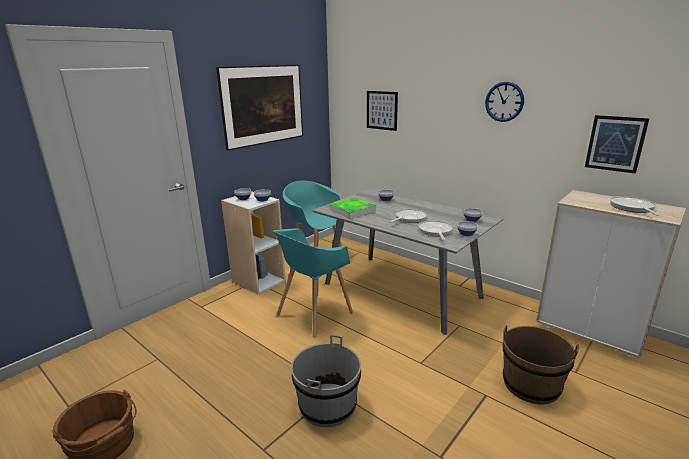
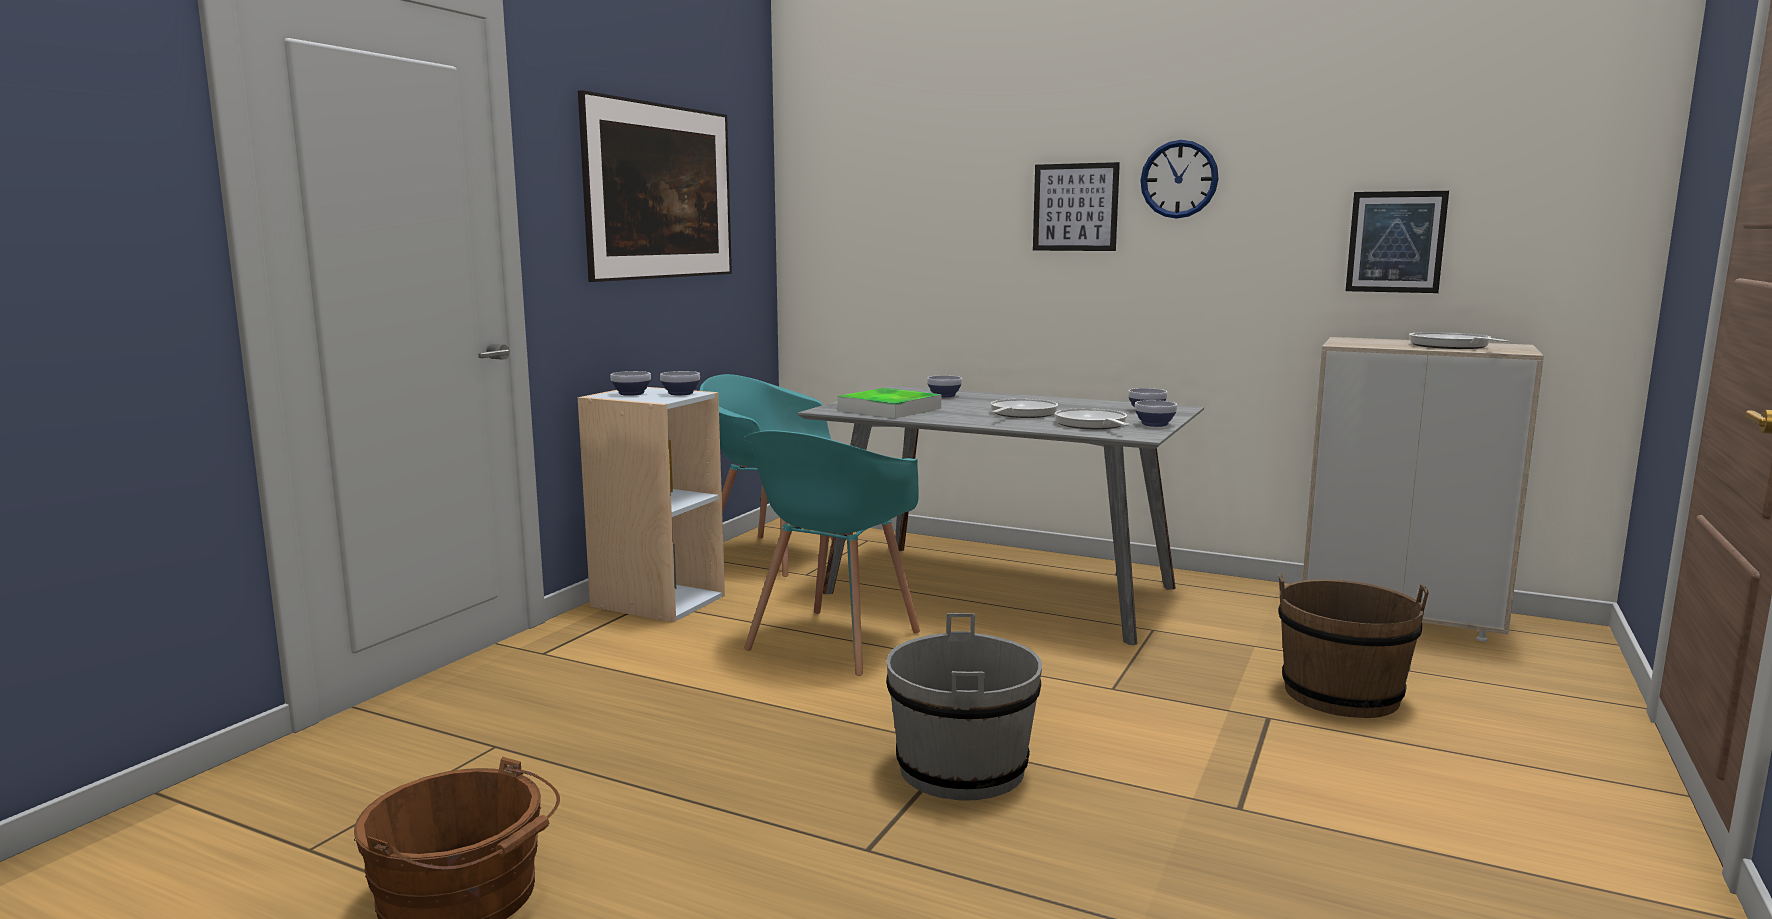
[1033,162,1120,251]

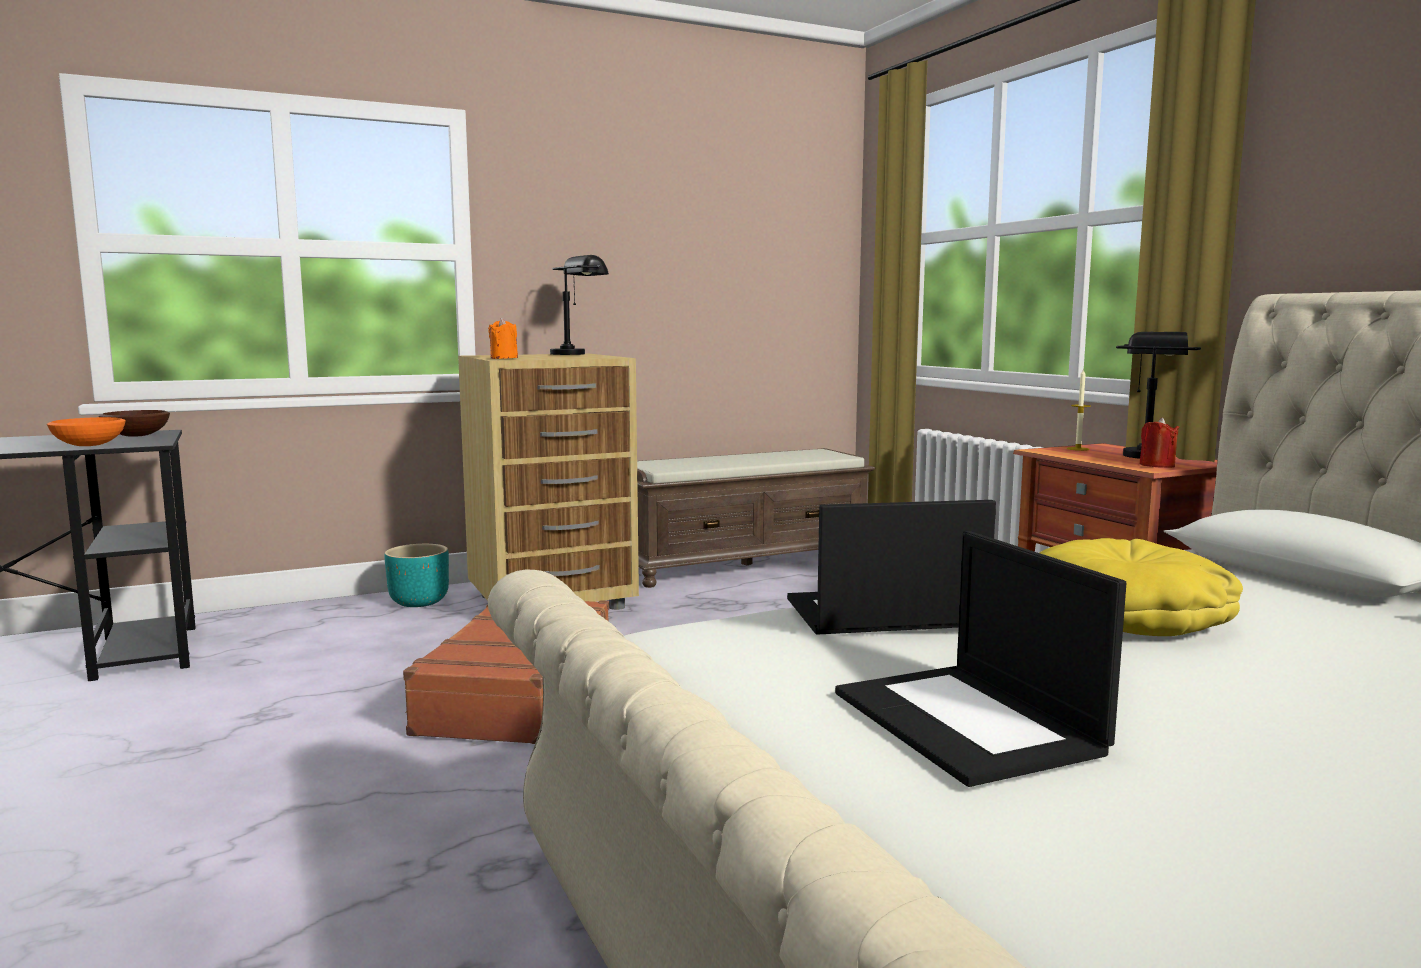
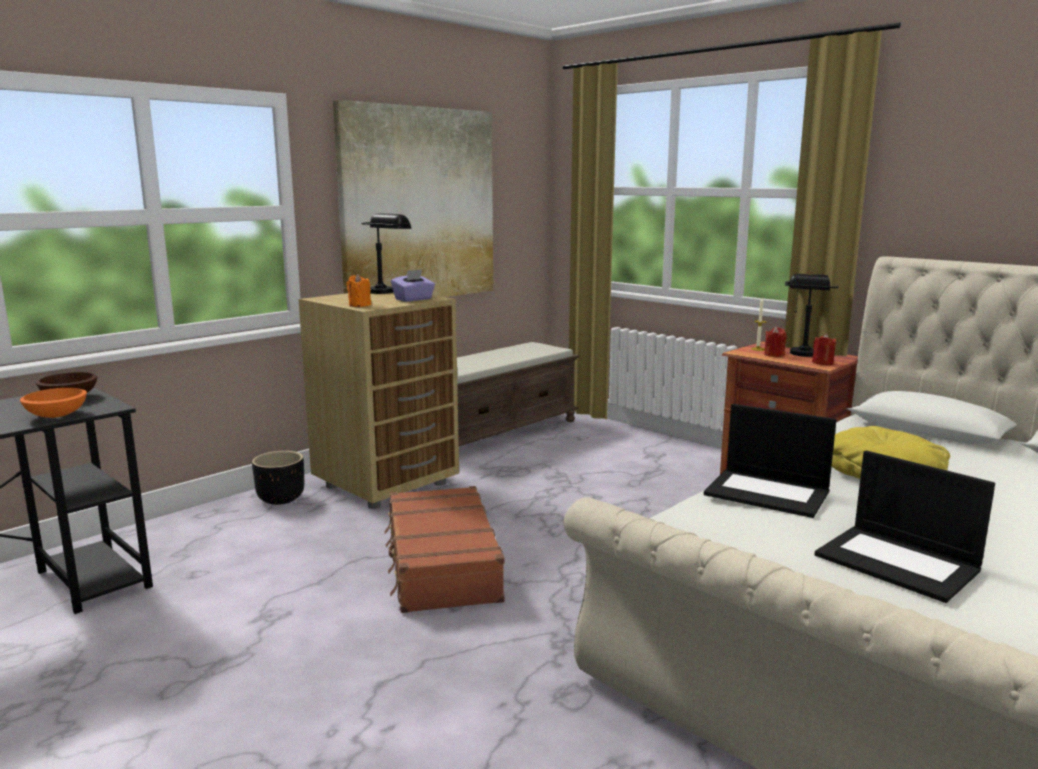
[704,404,836,518]
[252,451,304,505]
[333,100,493,297]
[391,270,435,302]
[764,326,787,357]

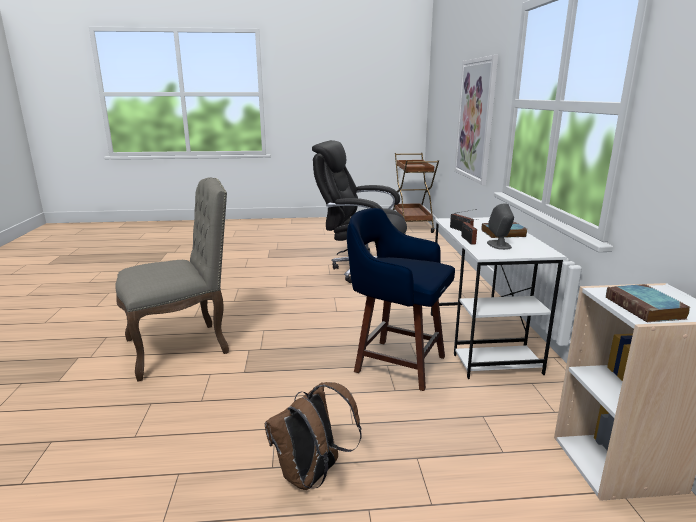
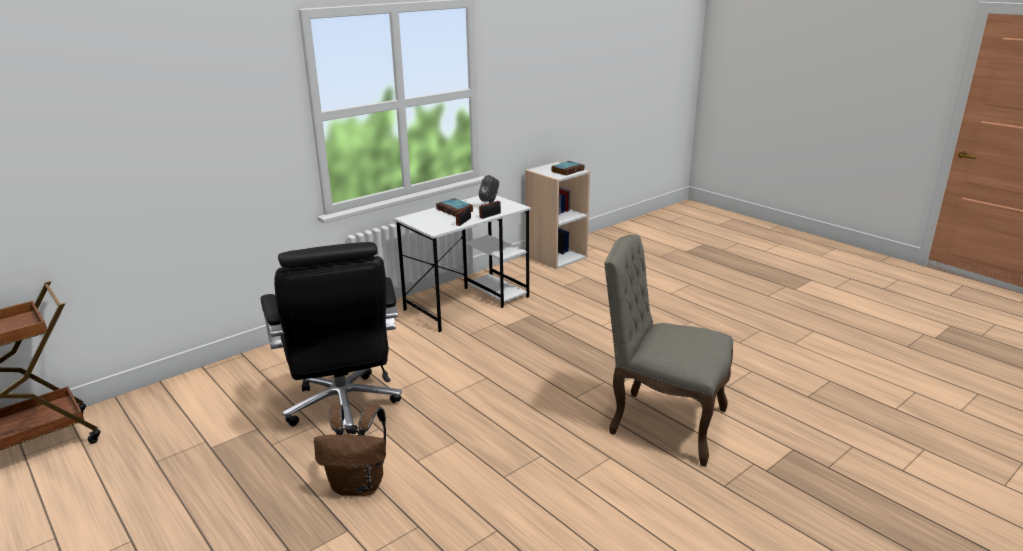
[455,55,498,185] (first image)
[347,208,455,391] (first image)
[314,405,386,496]

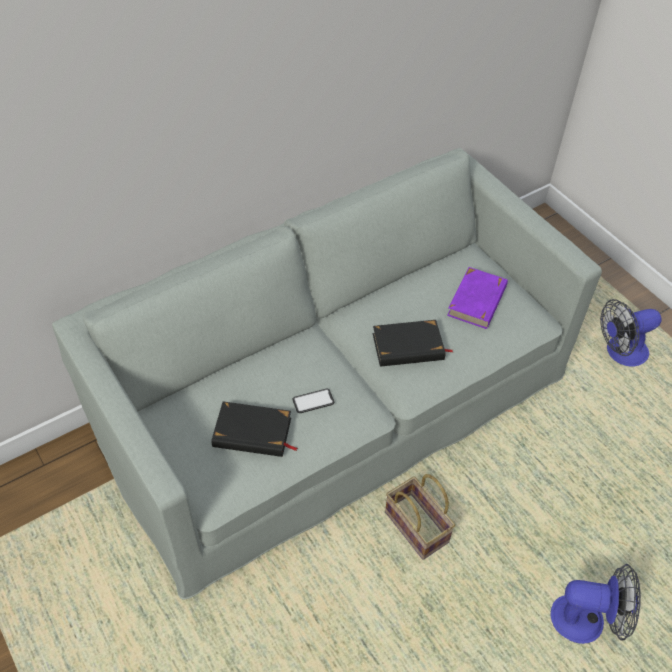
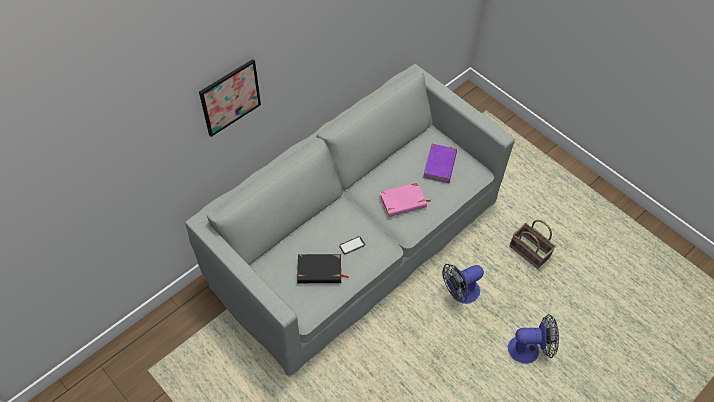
[442,264,484,304]
[379,182,431,217]
[509,220,556,269]
[199,59,261,137]

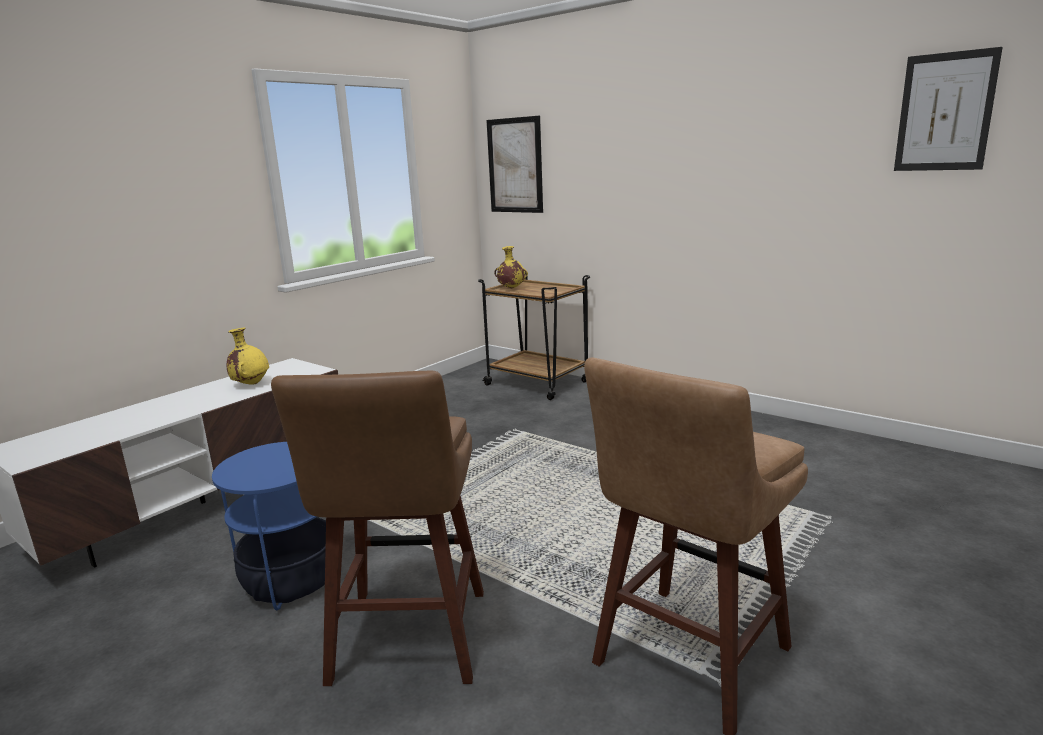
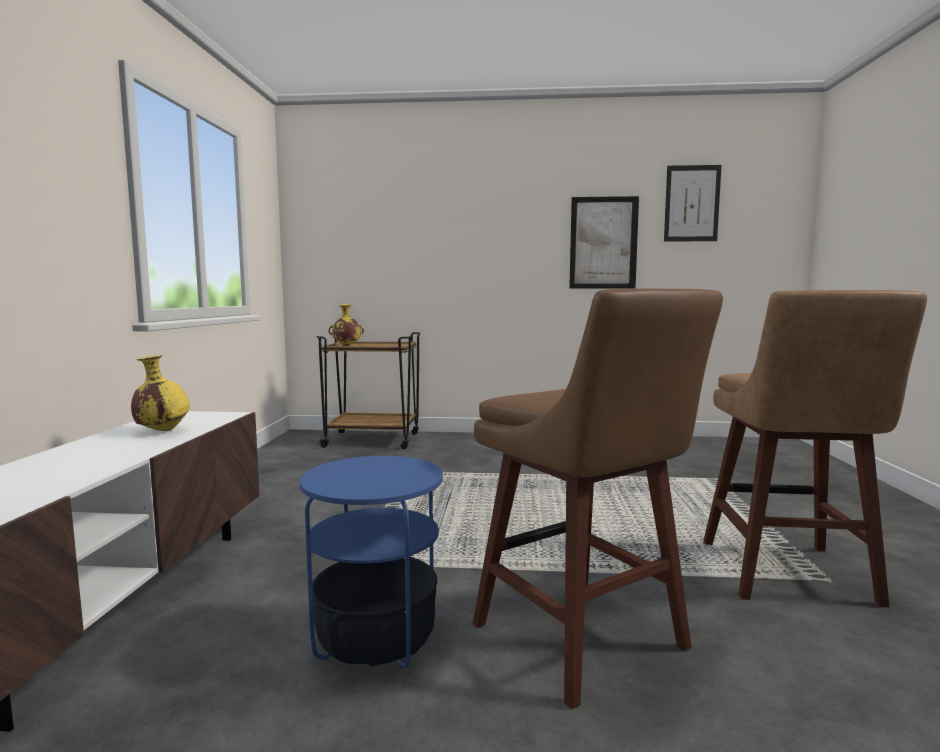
[569,196,639,289]

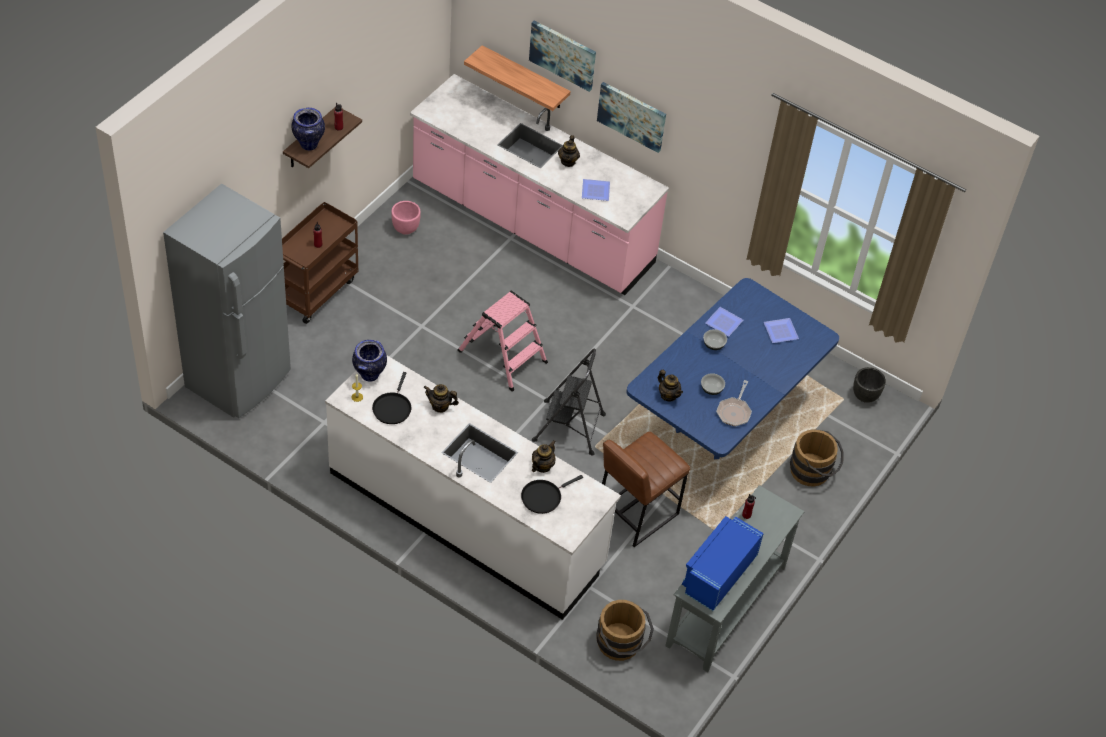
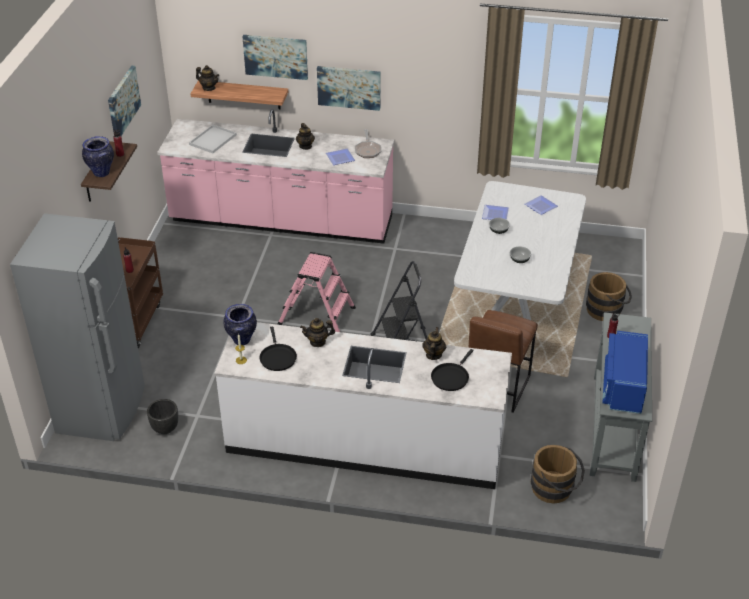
[391,201,421,235] (first image)
[454,181,586,320]
[147,399,178,434]
[196,65,219,91]
[355,130,381,158]
[108,66,141,136]
[189,125,237,153]

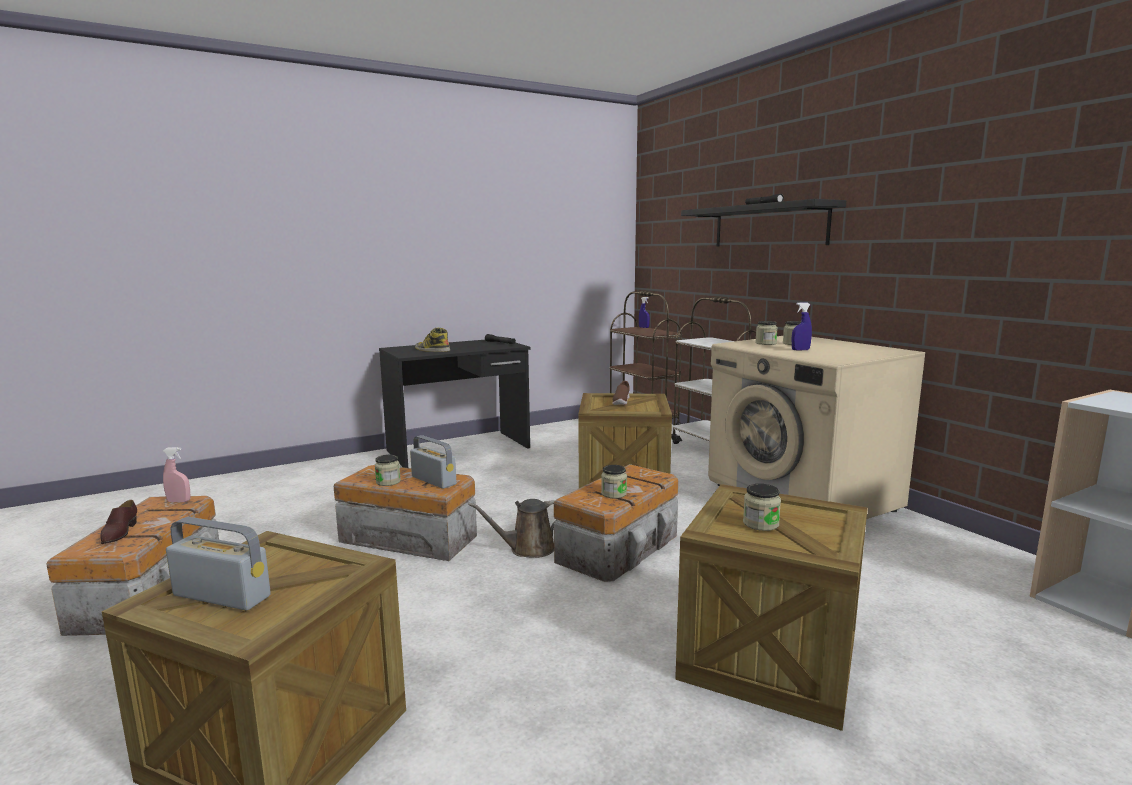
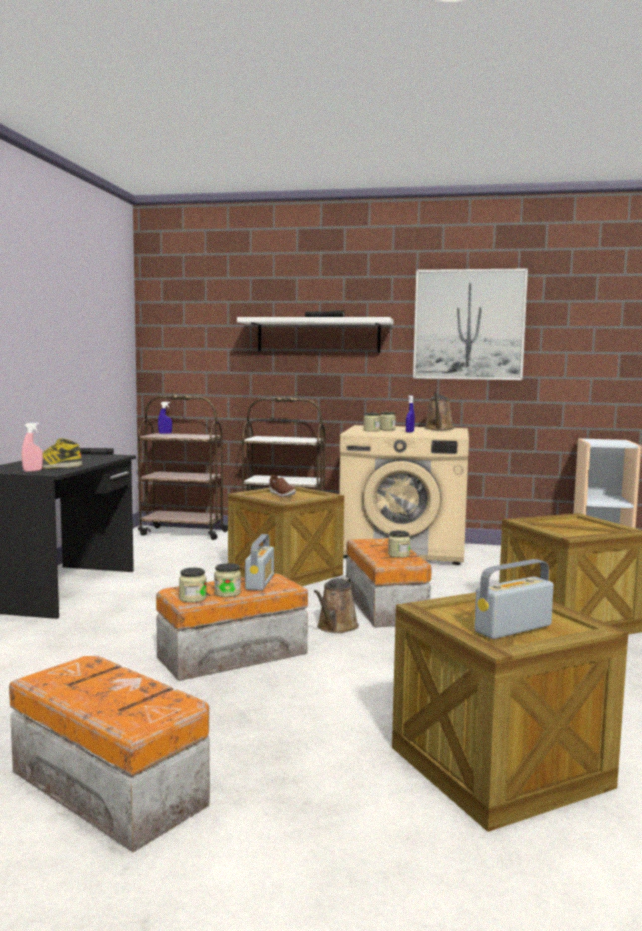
[237,317,393,353]
[245,534,274,591]
[22,423,43,472]
[179,568,207,603]
[100,500,137,544] (first image)
[413,269,528,380]
[424,392,454,430]

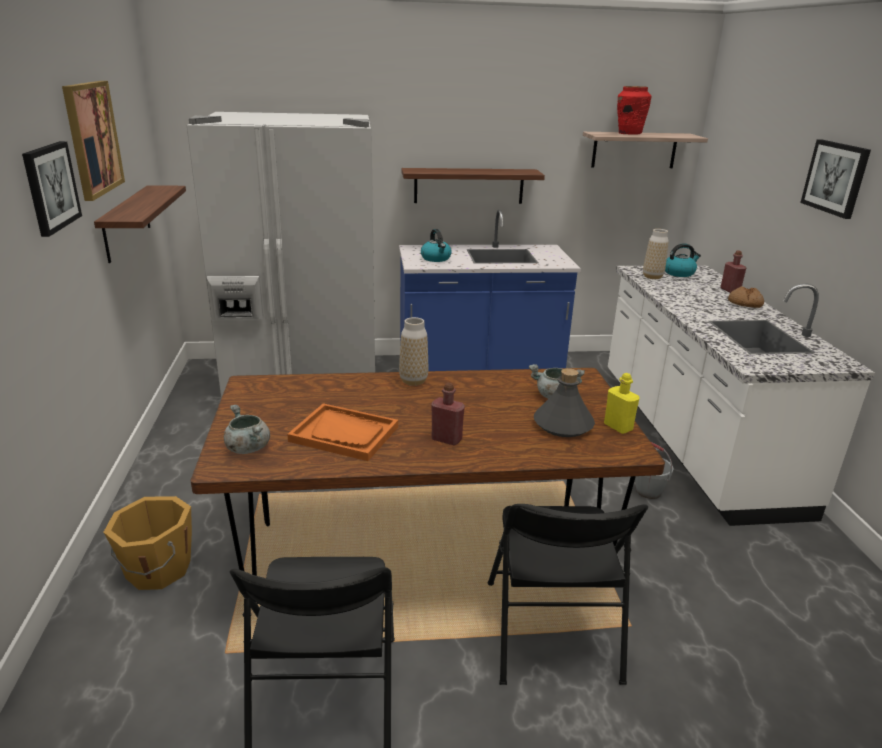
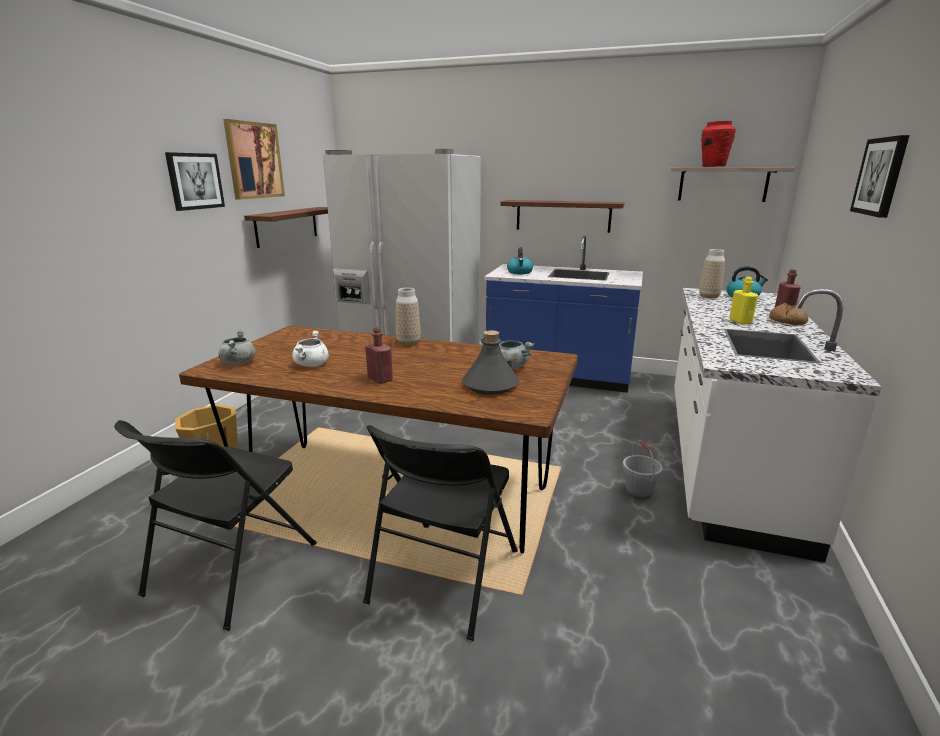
[729,277,758,324]
[292,331,329,367]

